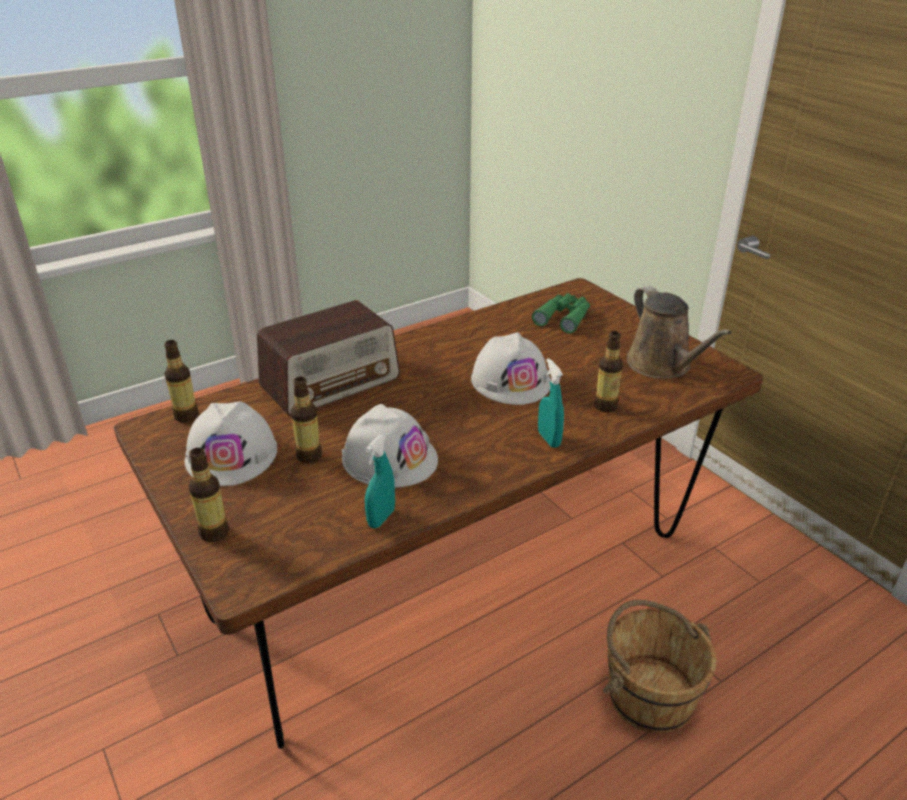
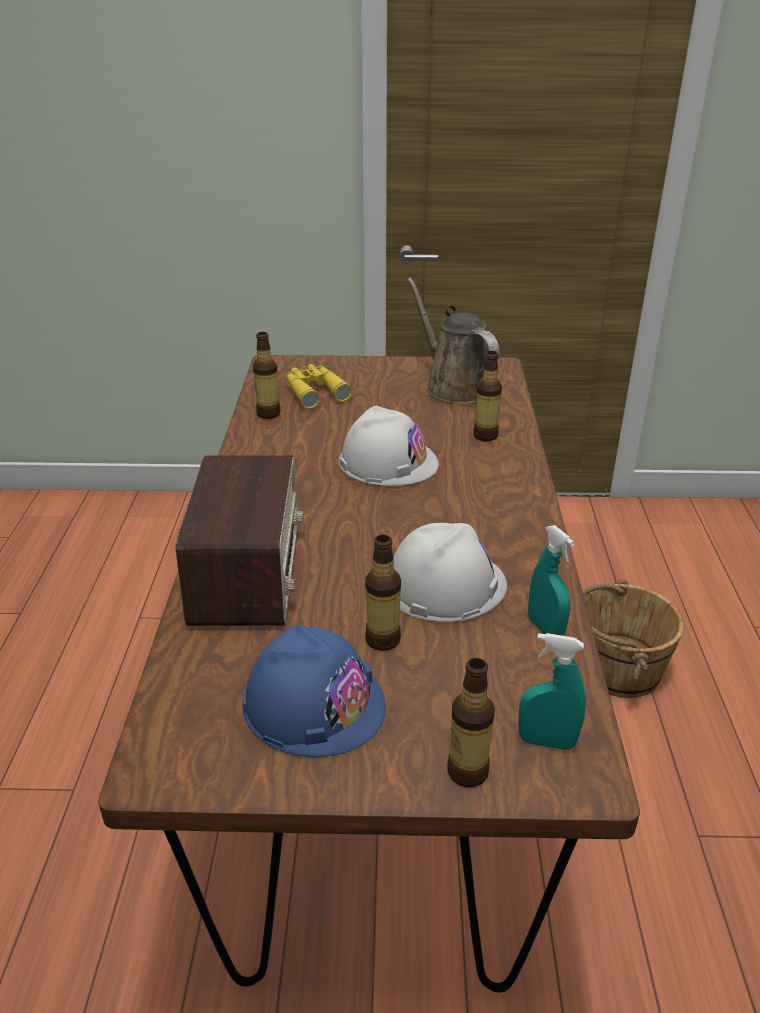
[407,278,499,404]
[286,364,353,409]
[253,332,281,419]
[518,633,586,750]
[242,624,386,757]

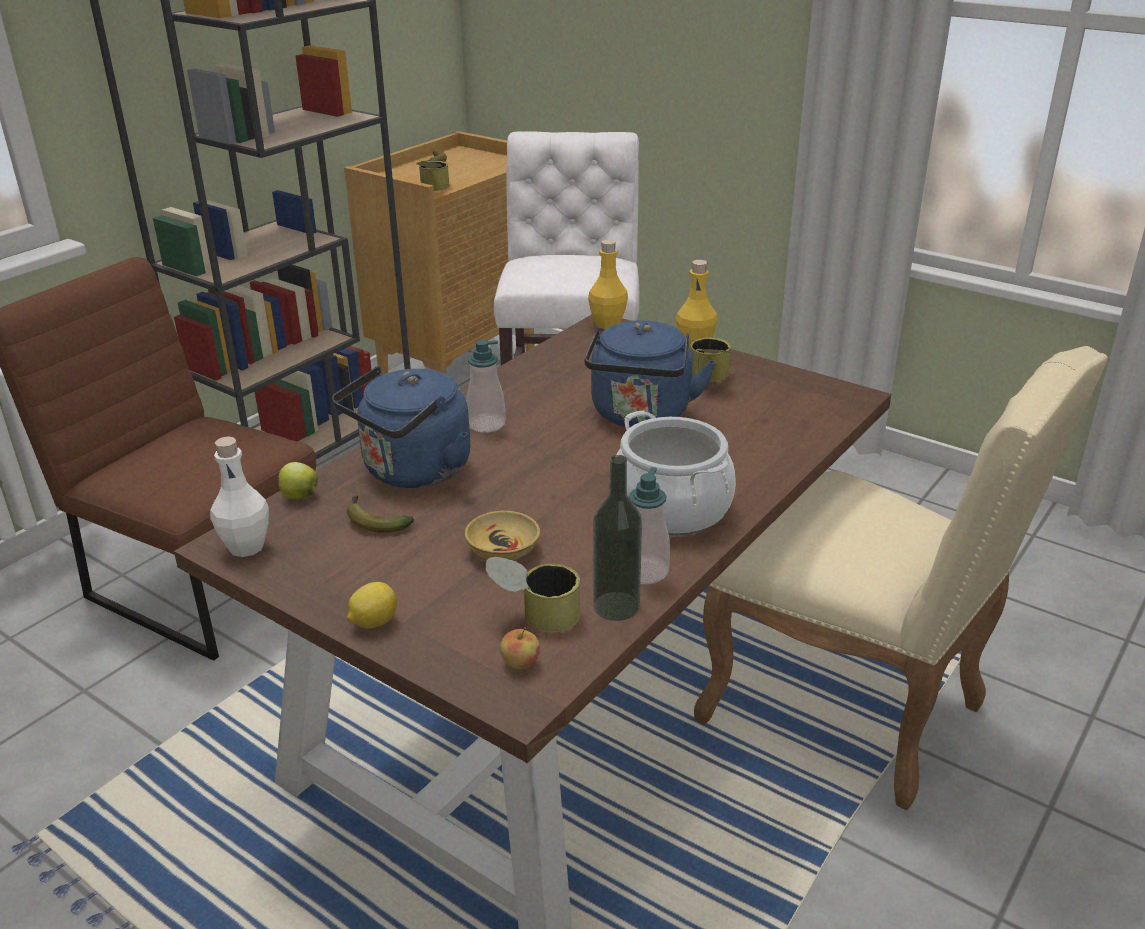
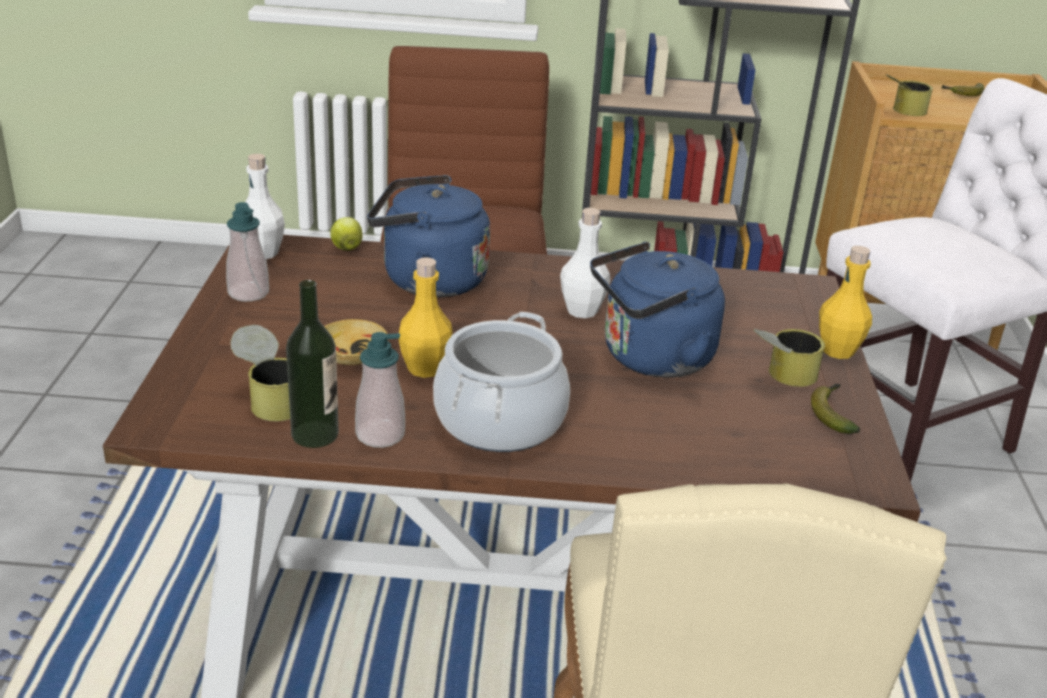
[398,257,453,378]
[226,202,269,302]
[811,384,860,434]
[347,582,397,628] (first image)
[500,627,540,670] (first image)
[560,208,610,318]

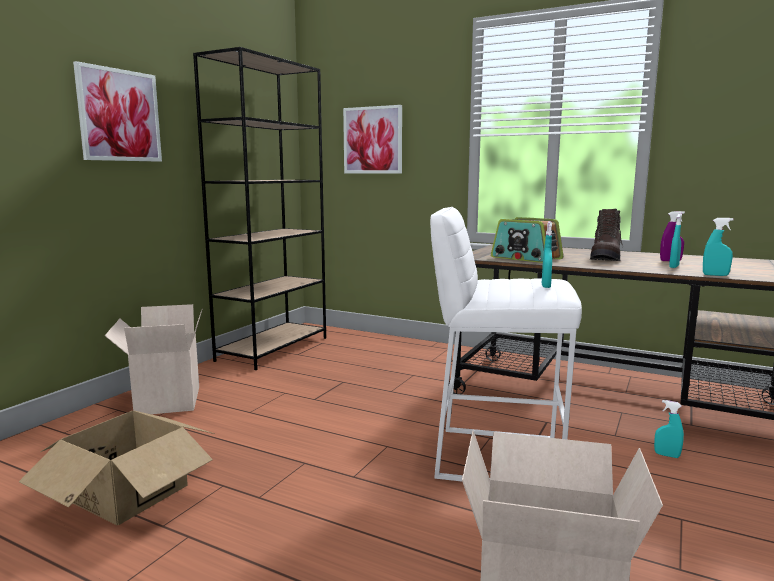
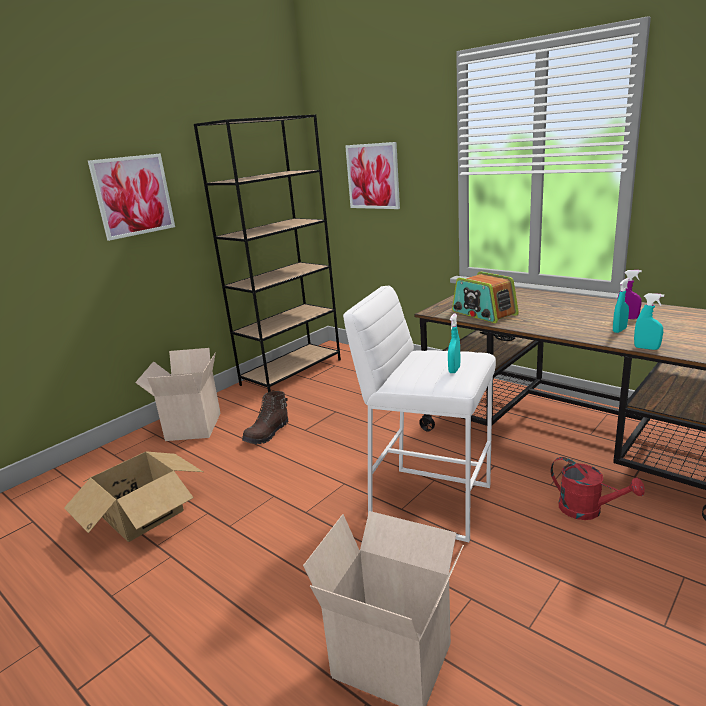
[242,391,288,444]
[550,457,645,520]

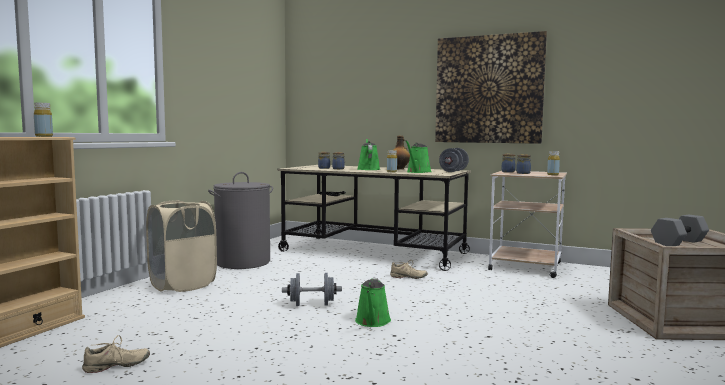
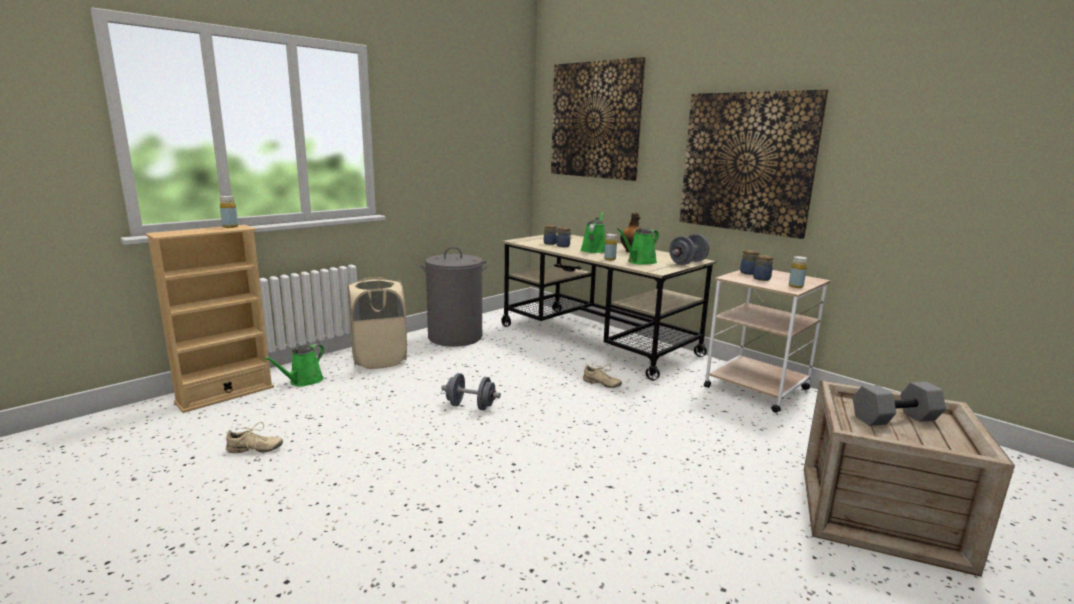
[264,344,324,387]
[551,57,646,181]

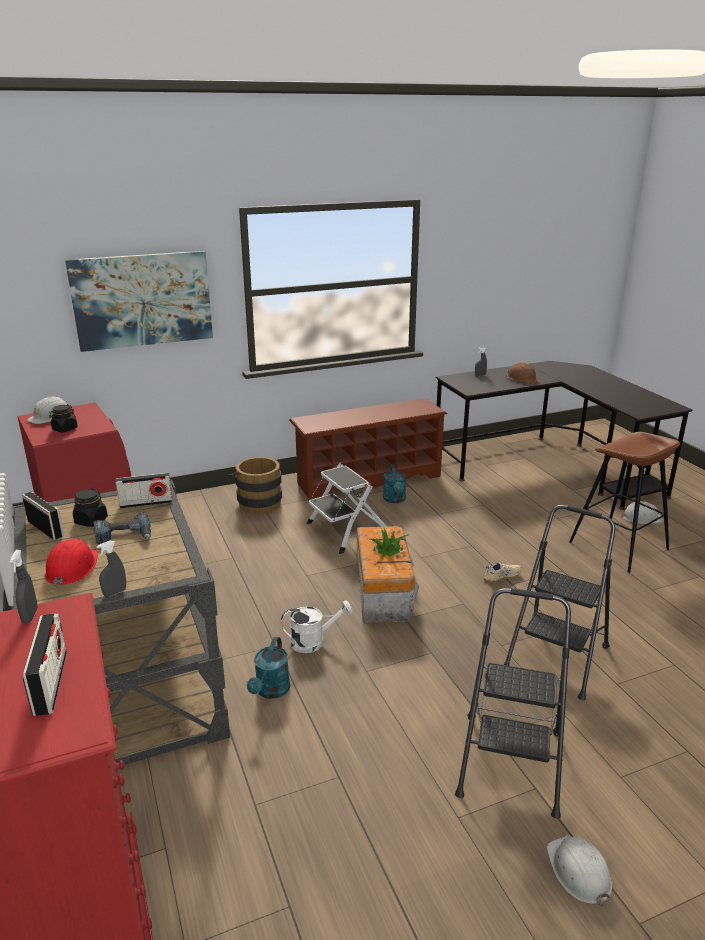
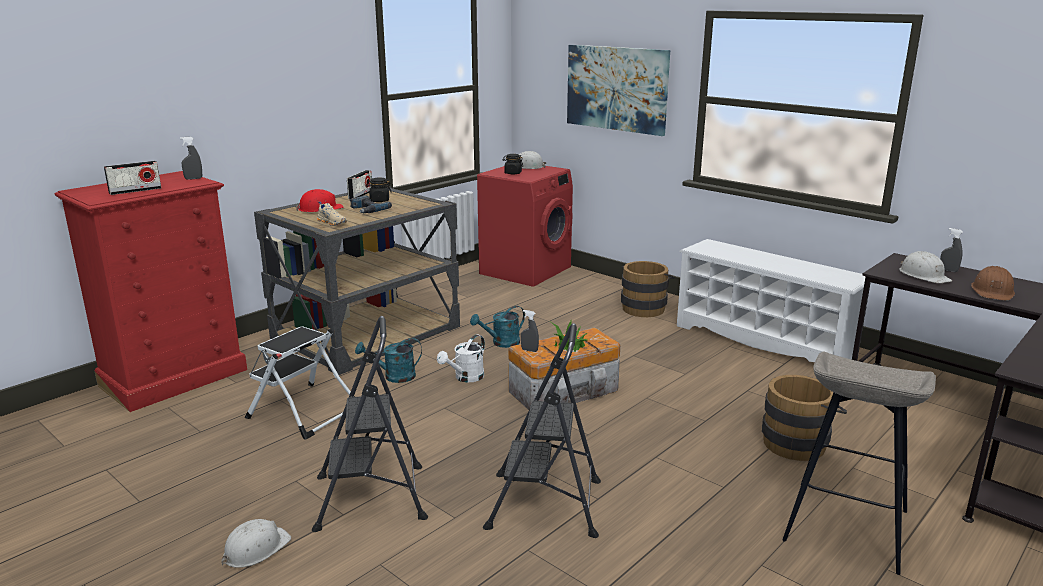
[677,239,866,363]
[782,351,936,575]
[245,326,355,440]
[470,306,525,348]
[116,473,173,509] (first image)
[899,251,952,283]
[521,310,539,352]
[317,202,347,226]
[437,334,485,383]
[762,375,847,461]

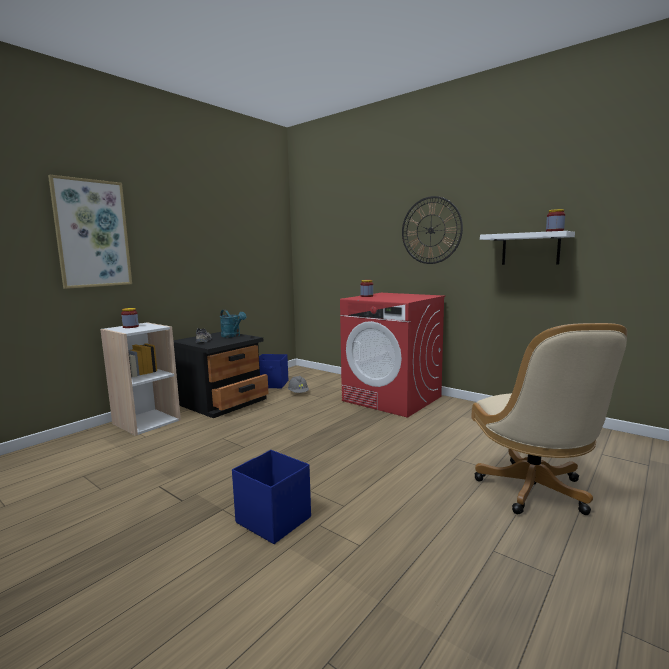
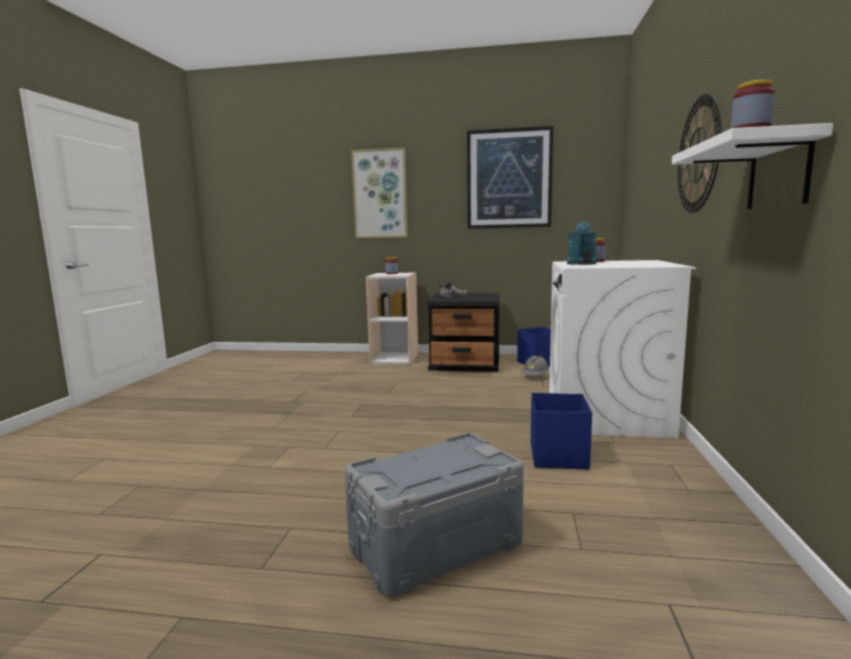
[549,260,696,438]
[567,222,597,265]
[345,433,524,598]
[531,393,592,470]
[467,126,553,229]

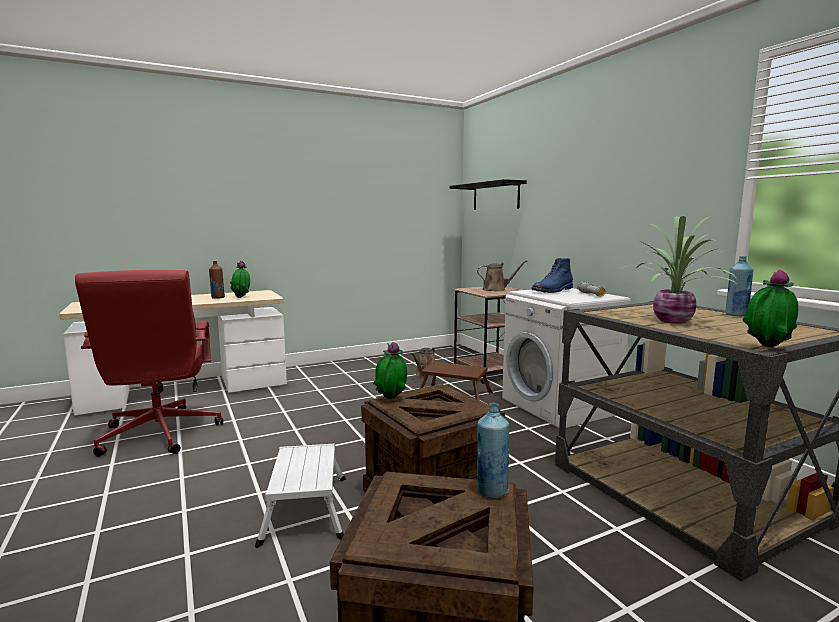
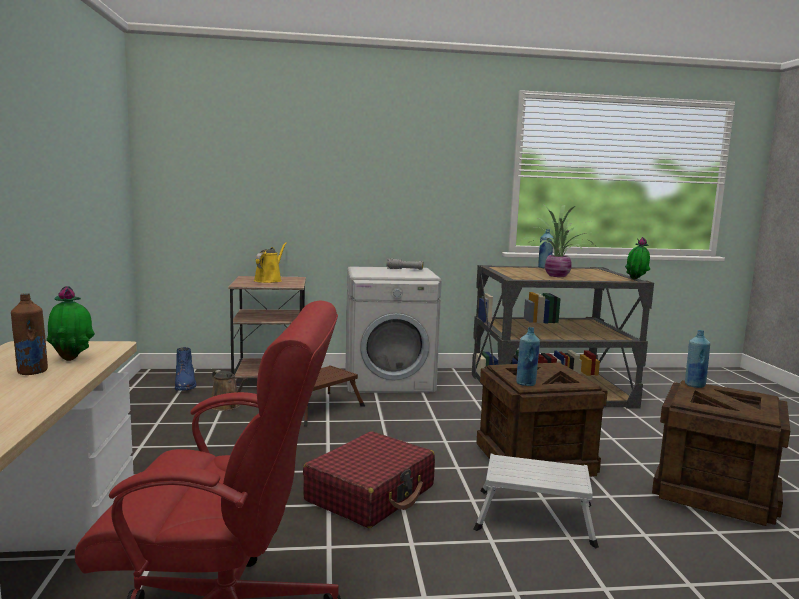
[450,179,527,210] (first image)
[175,347,196,391]
[254,242,287,283]
[516,327,540,386]
[303,431,435,528]

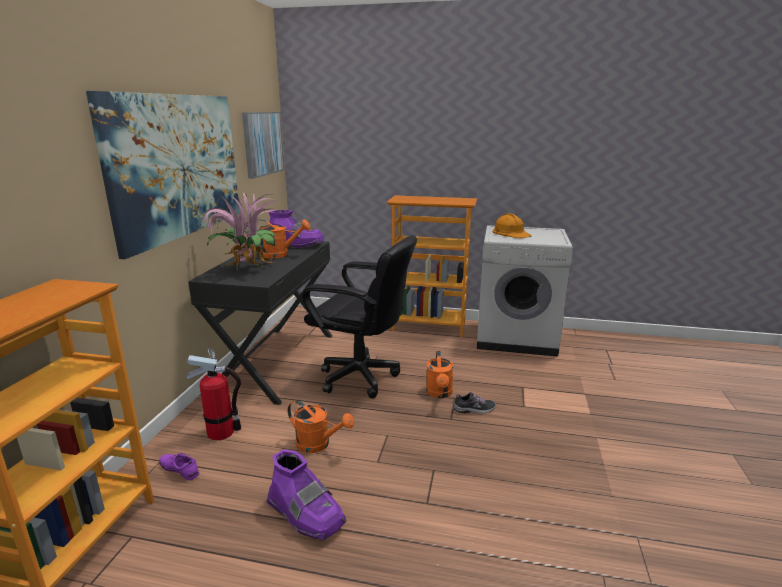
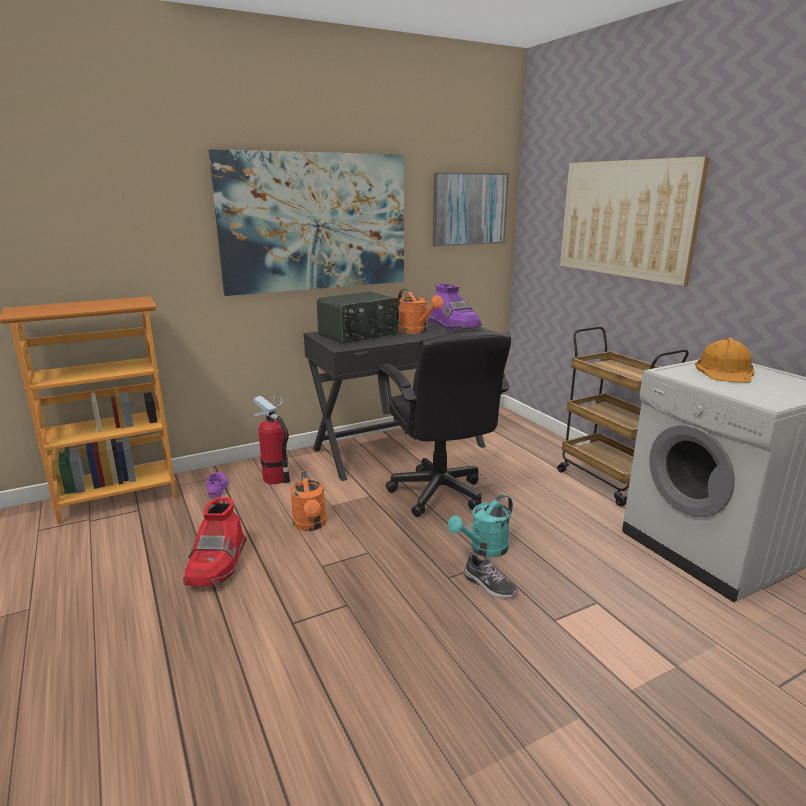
[317,292,399,345]
[557,327,689,507]
[448,494,513,558]
[183,497,246,587]
[560,156,710,286]

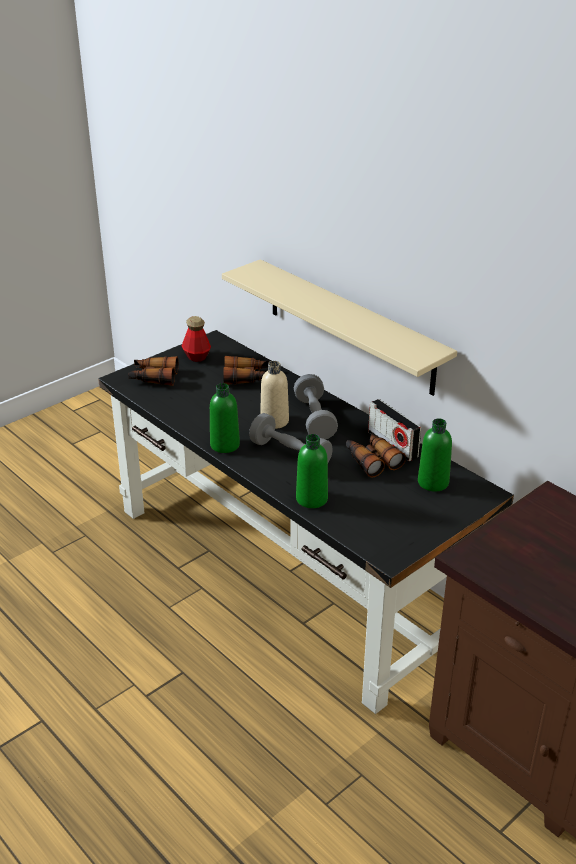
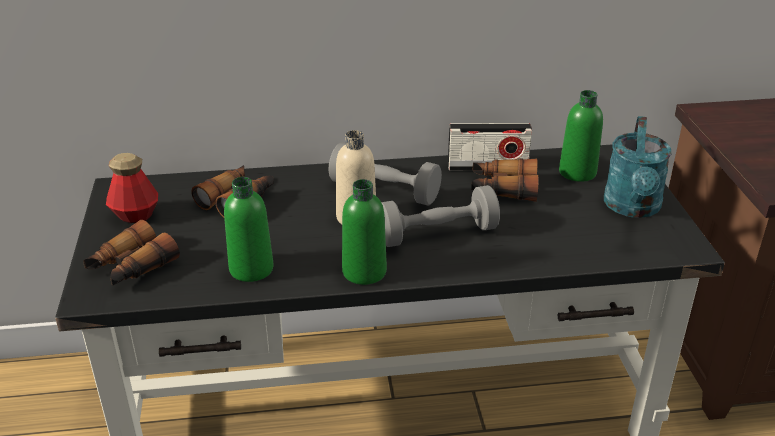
[222,259,457,396] (first image)
[224,177,274,282]
[604,116,672,218]

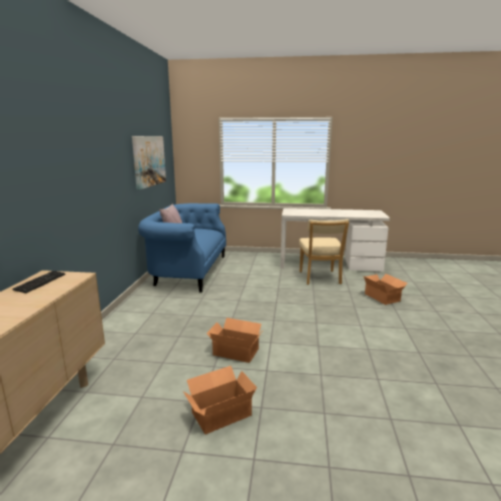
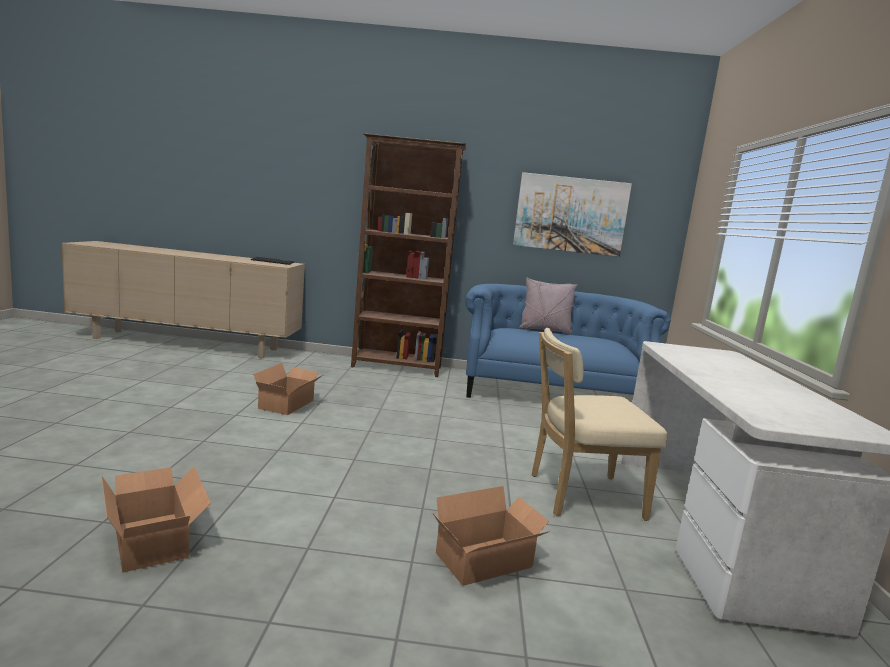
[102,466,211,573]
[351,133,467,377]

